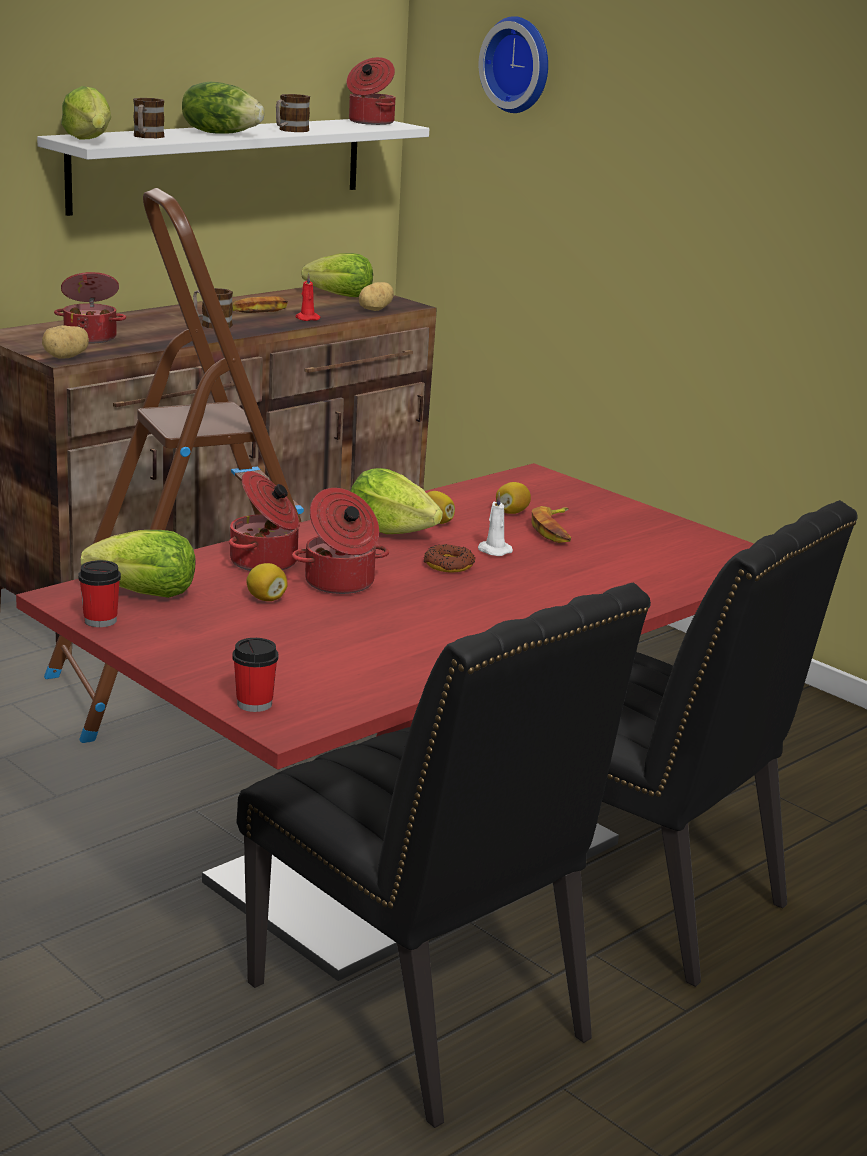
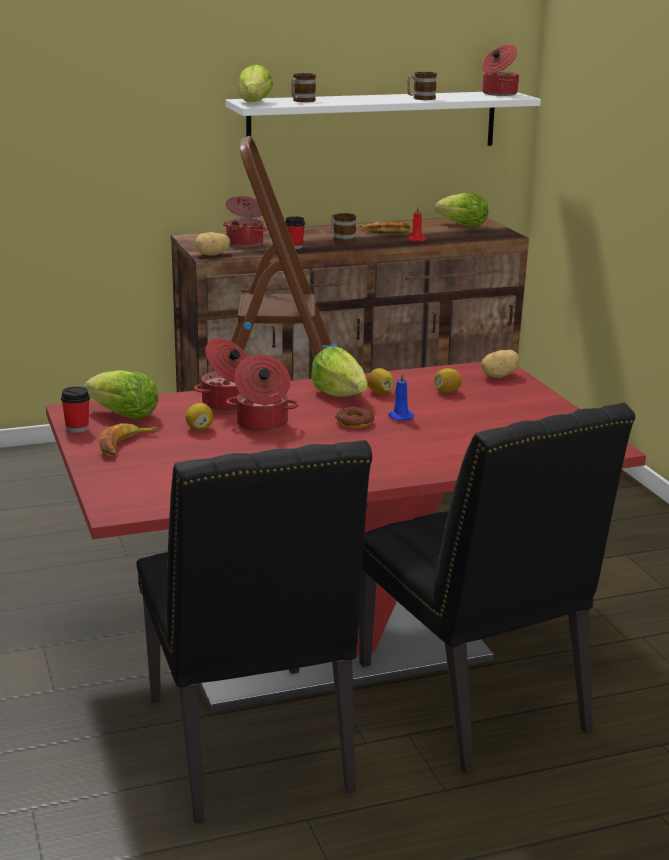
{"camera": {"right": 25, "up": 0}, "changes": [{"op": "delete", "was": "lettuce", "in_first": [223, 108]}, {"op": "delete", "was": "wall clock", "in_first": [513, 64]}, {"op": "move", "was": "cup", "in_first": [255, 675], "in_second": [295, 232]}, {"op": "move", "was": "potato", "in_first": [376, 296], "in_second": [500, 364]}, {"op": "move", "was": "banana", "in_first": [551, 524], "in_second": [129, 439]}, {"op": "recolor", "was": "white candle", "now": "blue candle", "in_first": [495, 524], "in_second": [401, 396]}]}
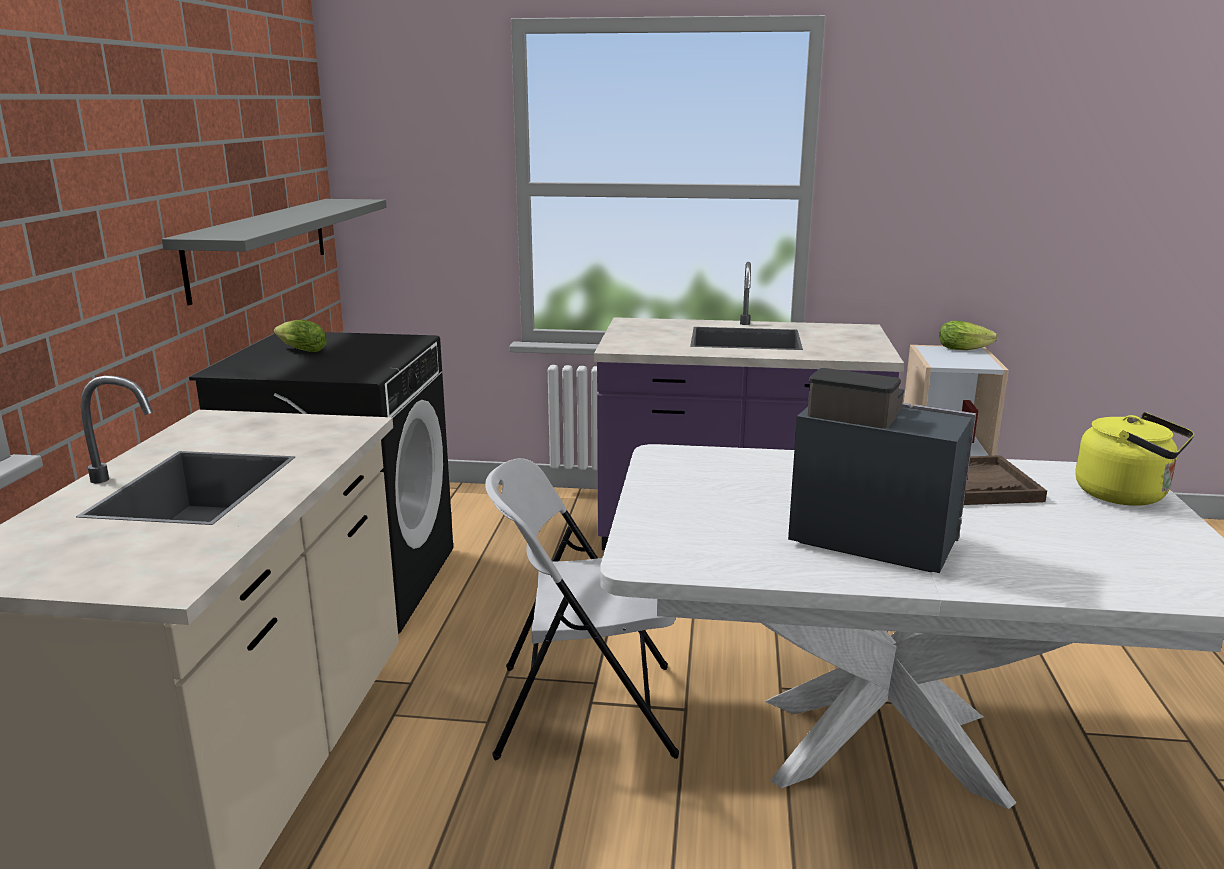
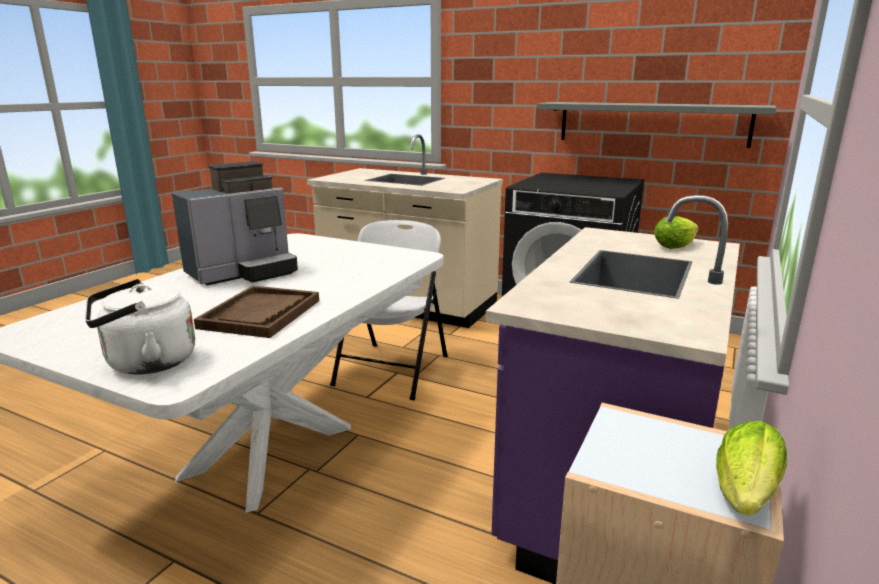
{"camera": {"right": 110, "up": 0}, "changes": [{"op": "move", "was": "lettuce", "in_first": [300, 336], "in_second": [676, 232]}, {"op": "recolor", "was": "yellow kettle", "now": "white kettle", "in_first": [1134, 459], "in_second": [140, 327]}]}
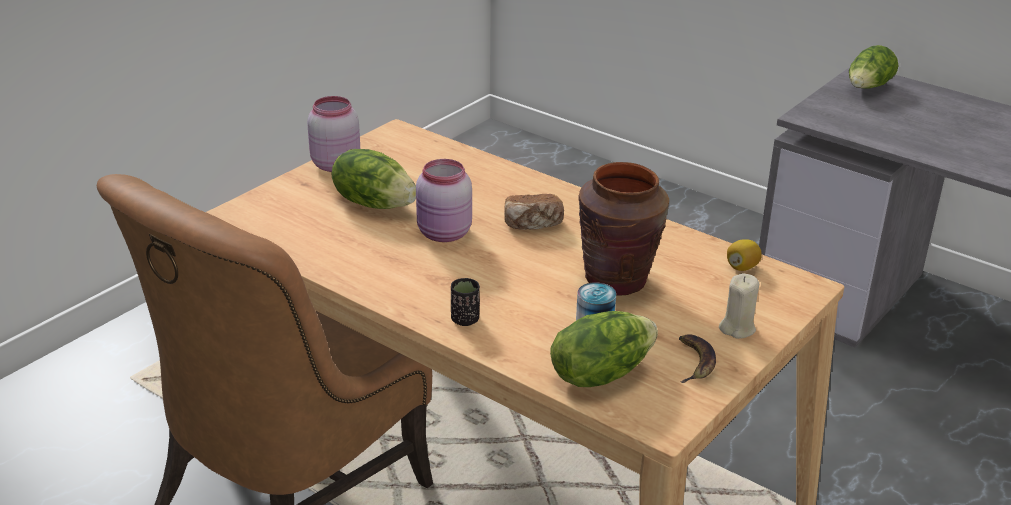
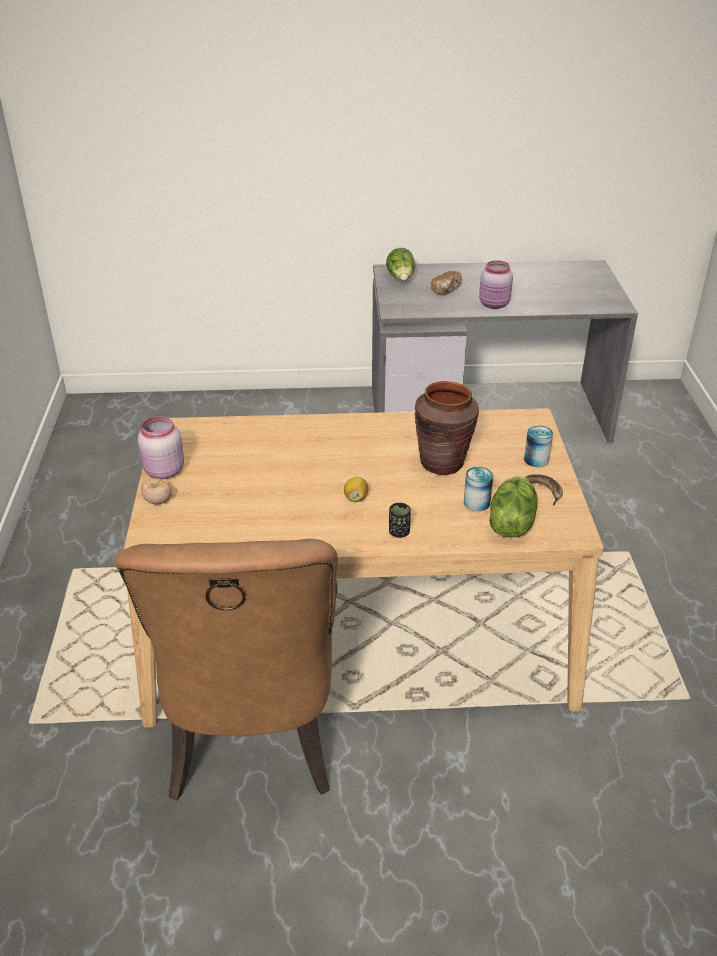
{"camera": {"right": -40, "up": 5}, "changes": [{"op": "delete", "was": "lettuce", "in_first": [373, 179]}, {"op": "insert", "now": "tomato", "in_second": [156, 491]}, {"op": "move", "was": "pink jar", "in_first": [444, 200], "in_second": [496, 284]}, {"op": "move", "was": "bread", "in_first": [534, 212], "in_second": [446, 283]}, {"op": "move", "was": "lemon", "in_first": [744, 255], "in_second": [356, 489]}, {"op": "replace", "was": "beige candle", "now": "can", "in_first": [739, 306], "in_second": [538, 446]}]}
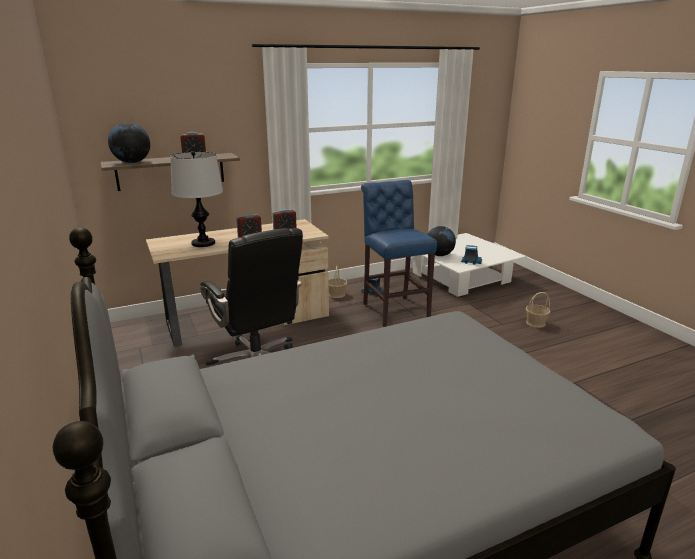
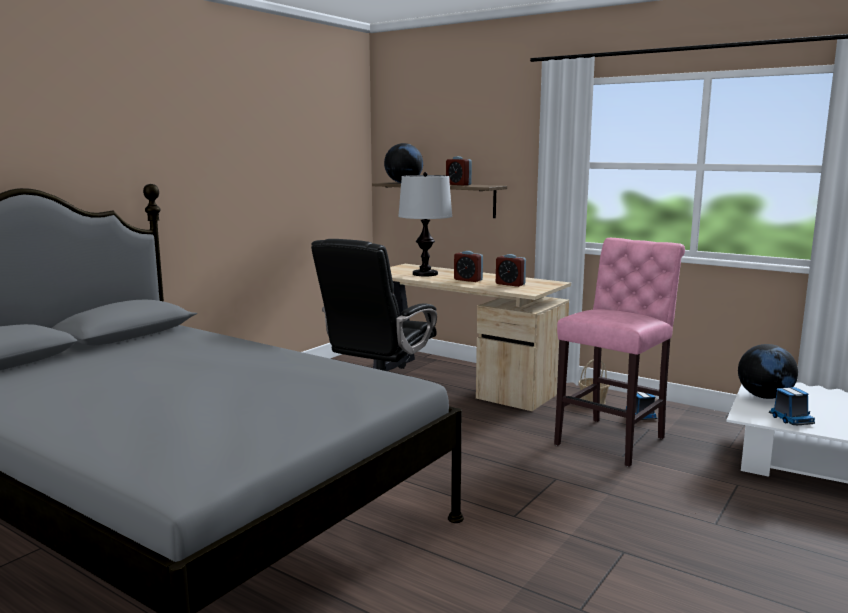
{"camera": {"right": 60, "up": -10}, "changes": [{"op": "delete", "was": "basket", "in_first": [538, 310]}, {"op": "recolor", "was": "blue stool", "now": "pink stool", "in_first": [399, 253], "in_second": [619, 352]}]}
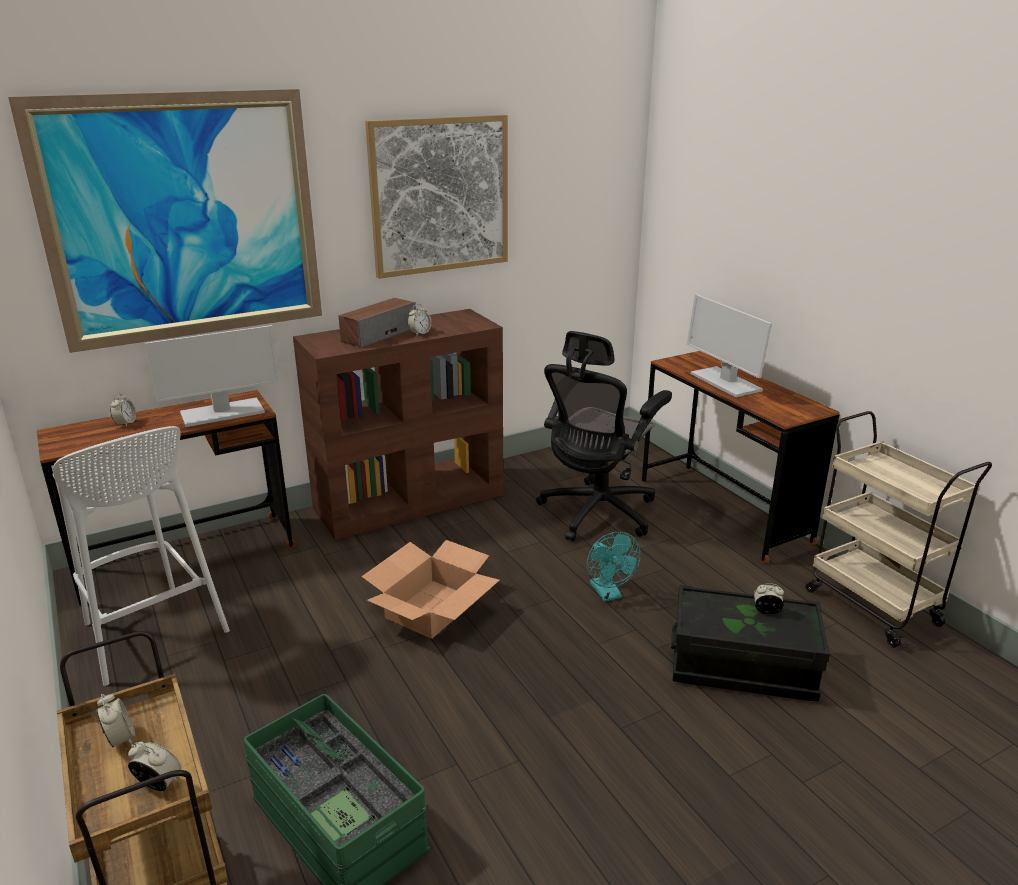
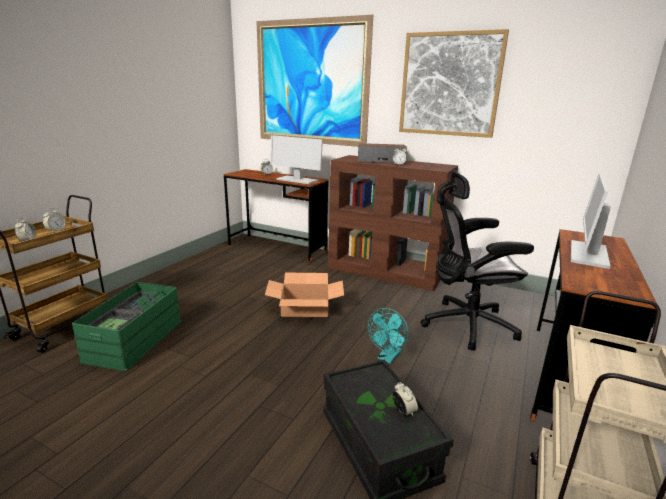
{"camera": {"right": 55, "up": -5}, "changes": [{"op": "delete", "was": "white stool", "in_first": [141, 556]}]}
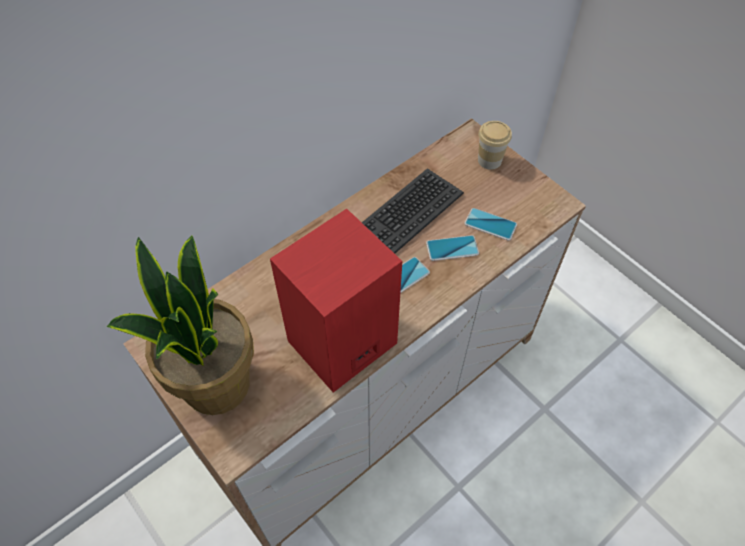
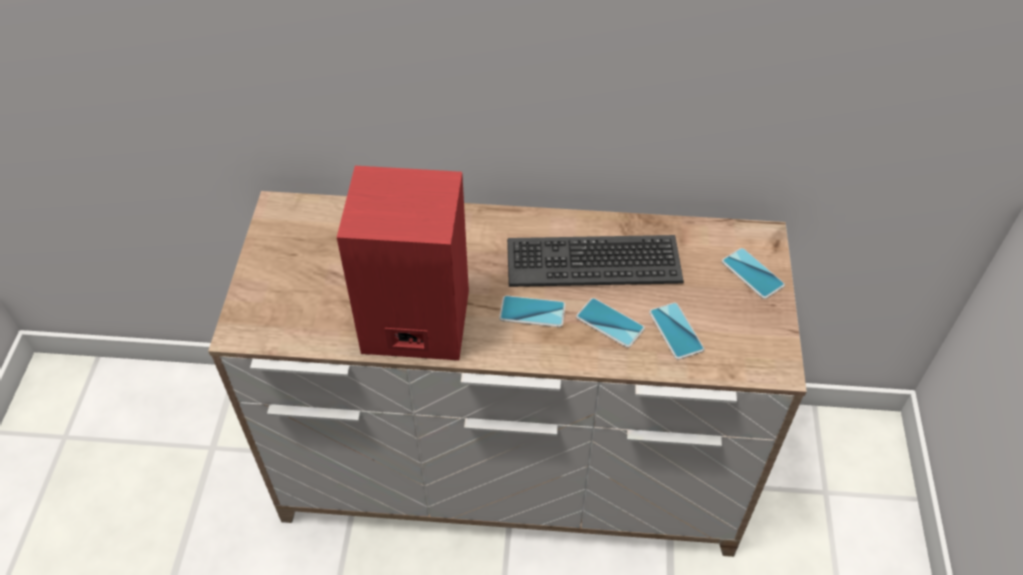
{"camera": {"right": 45, "up": -5}, "changes": [{"op": "delete", "was": "potted plant", "in_first": [180, 325]}, {"op": "replace", "was": "cup", "now": "phone", "in_first": [495, 145], "in_second": [753, 273]}]}
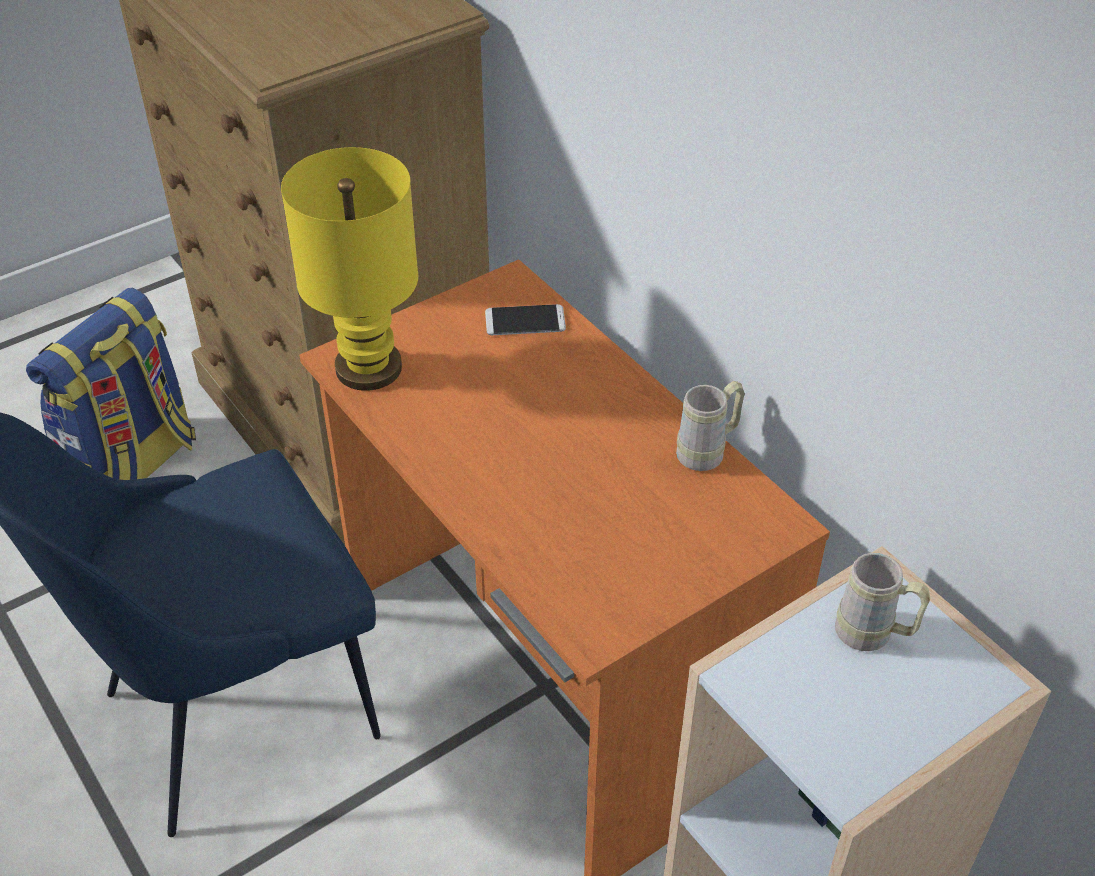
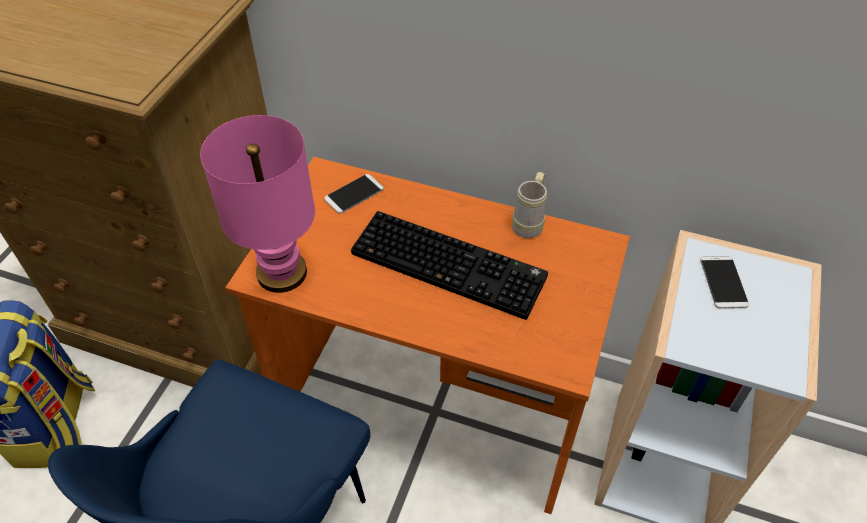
{"camera": {"right": -35, "up": 5}, "changes": [{"op": "insert", "now": "keyboard", "in_second": [449, 265]}, {"op": "replace", "was": "beige mug", "now": "phone", "in_first": [882, 602], "in_second": [724, 282]}, {"op": "recolor", "was": "yellow table lamp", "now": "pink table lamp", "in_first": [349, 269], "in_second": [257, 204]}]}
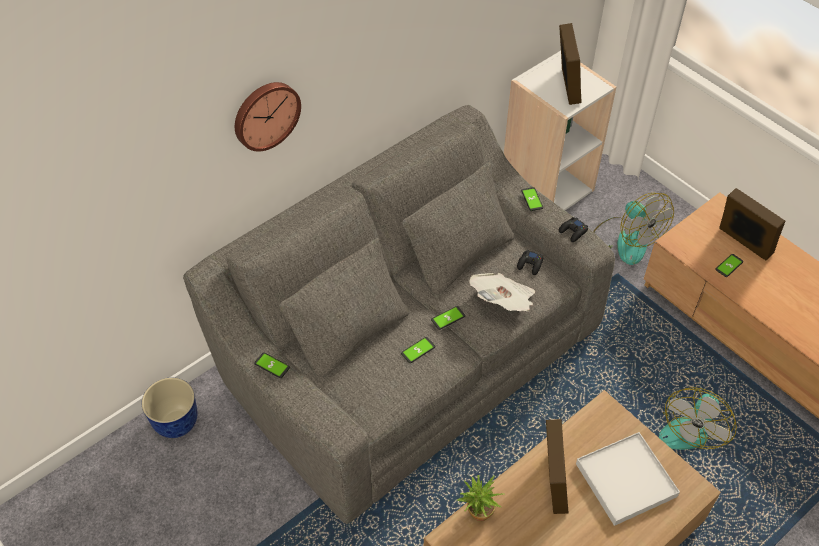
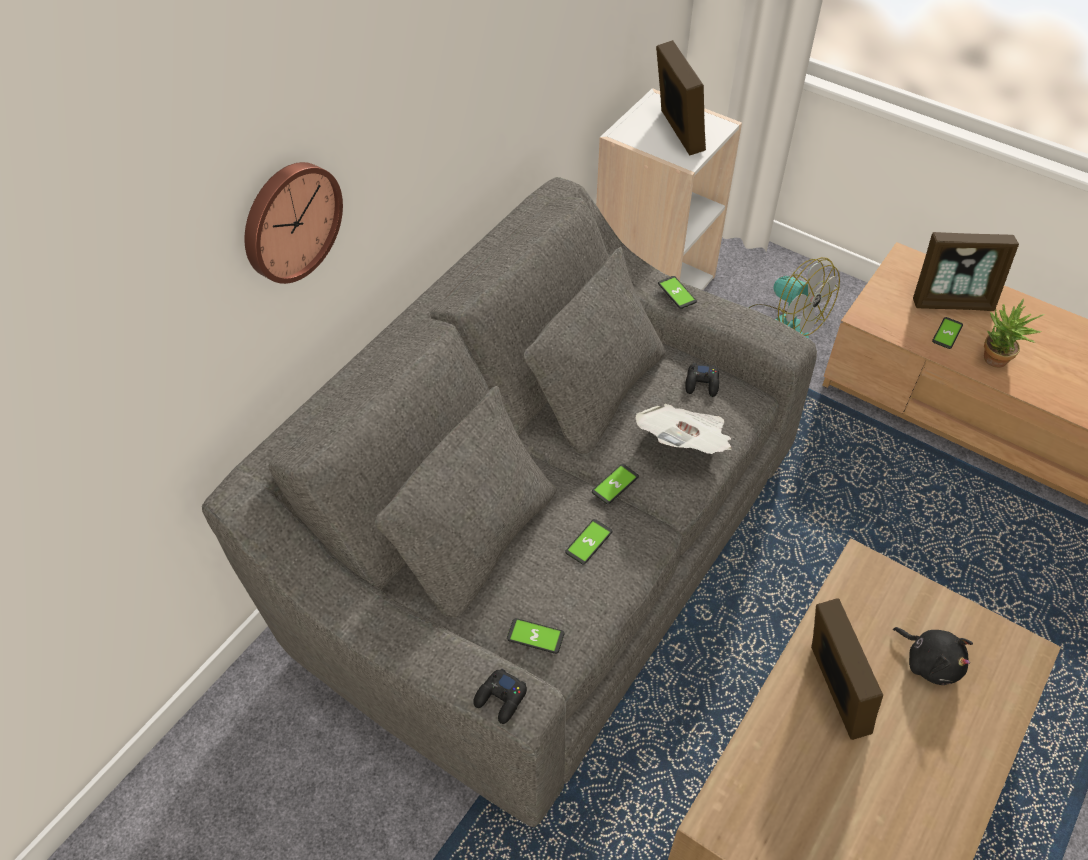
{"camera": {"right": -15, "up": 0}, "changes": [{"op": "delete", "was": "planter", "in_first": [170, 408]}, {"op": "delete", "was": "fan", "in_first": [698, 418]}, {"op": "move", "was": "phone", "in_first": [272, 365], "in_second": [535, 636]}, {"op": "move", "was": "potted plant", "in_first": [480, 498], "in_second": [1014, 333]}, {"op": "move", "was": "black game controller", "in_first": [573, 229], "in_second": [500, 696]}, {"op": "replace", "was": "white tray", "now": "black plush toy", "in_first": [628, 479], "in_second": [933, 656]}, {"op": "rotate", "was": "picture frame", "in_first": [752, 224], "in_second": [966, 271], "clockwise": 150}]}
